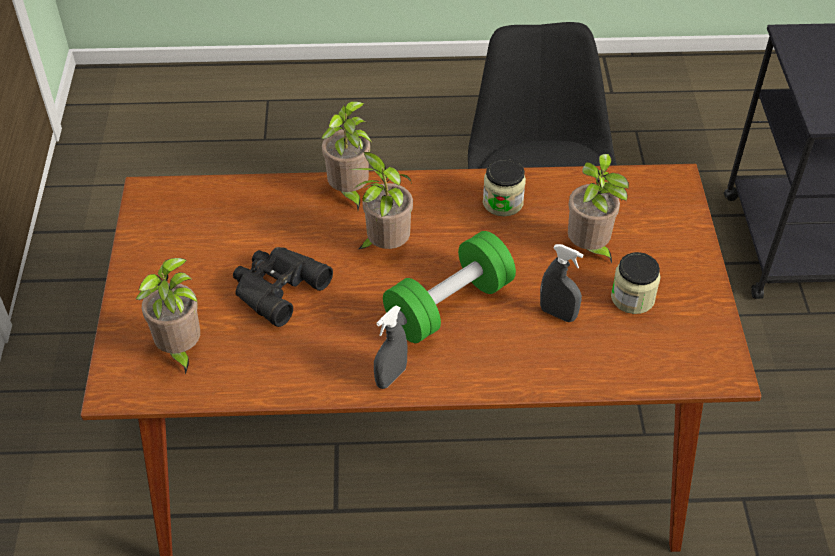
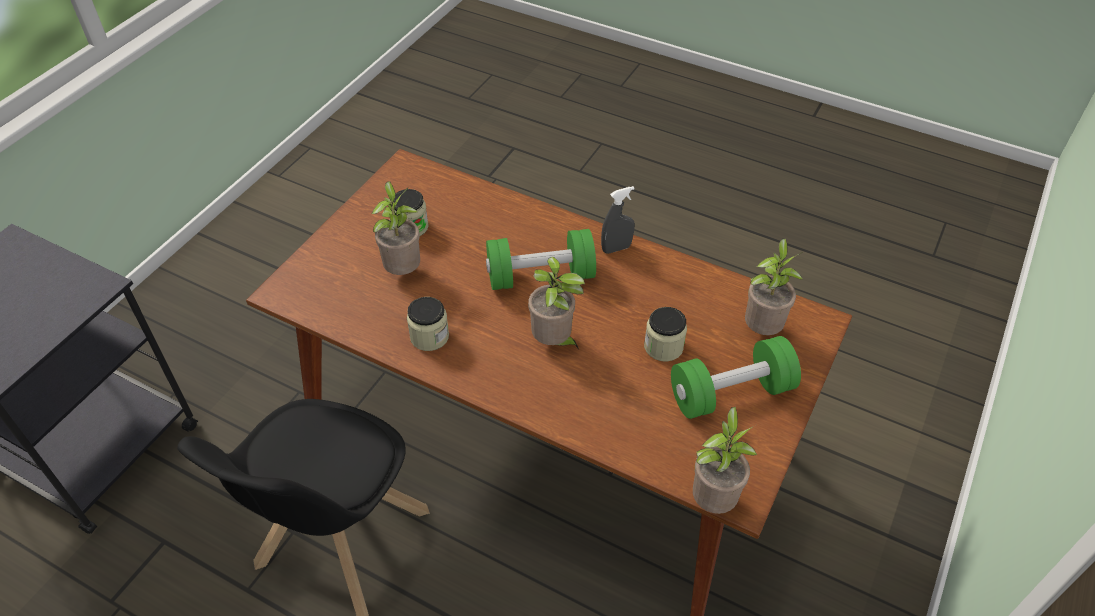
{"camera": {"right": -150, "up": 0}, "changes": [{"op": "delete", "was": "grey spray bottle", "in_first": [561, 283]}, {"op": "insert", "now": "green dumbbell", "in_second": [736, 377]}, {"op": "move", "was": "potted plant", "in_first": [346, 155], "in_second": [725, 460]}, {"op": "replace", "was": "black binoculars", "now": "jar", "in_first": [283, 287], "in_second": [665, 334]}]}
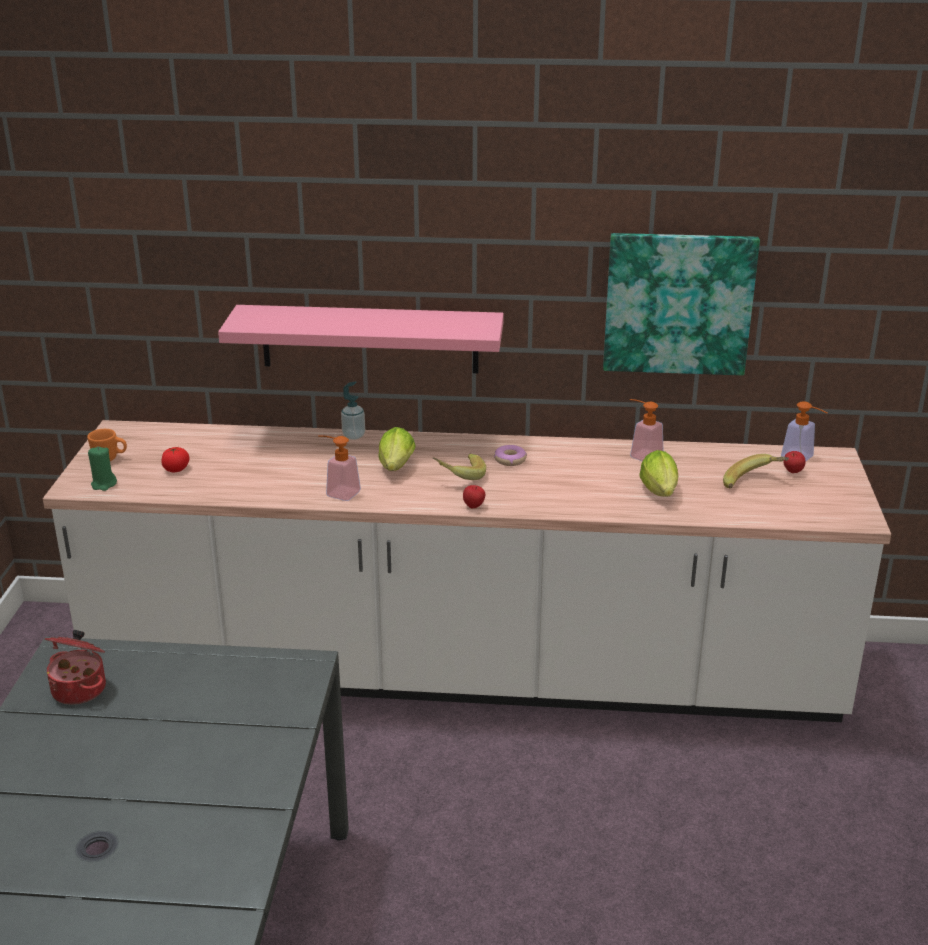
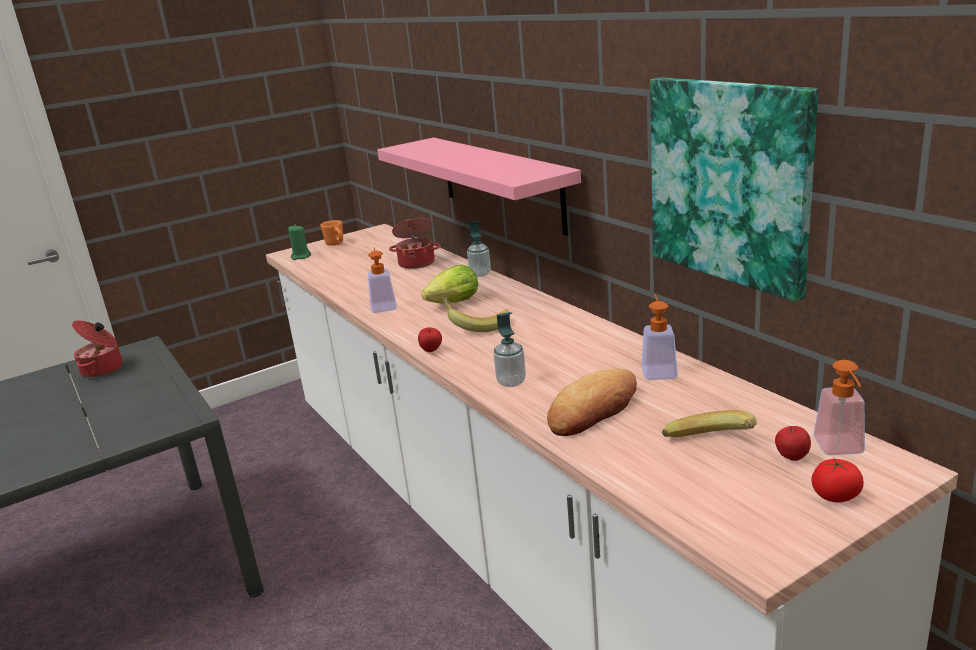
{"camera": {"right": 55, "up": -5}, "changes": [{"op": "delete", "was": "donut", "in_first": [510, 455]}, {"op": "insert", "now": "cooking pot", "in_second": [415, 243]}, {"op": "insert", "now": "soap dispenser", "in_second": [509, 349]}, {"op": "move", "was": "tomato", "in_first": [175, 459], "in_second": [838, 481]}, {"op": "replace", "was": "lettuce", "now": "bread", "in_first": [658, 473], "in_second": [592, 402]}]}
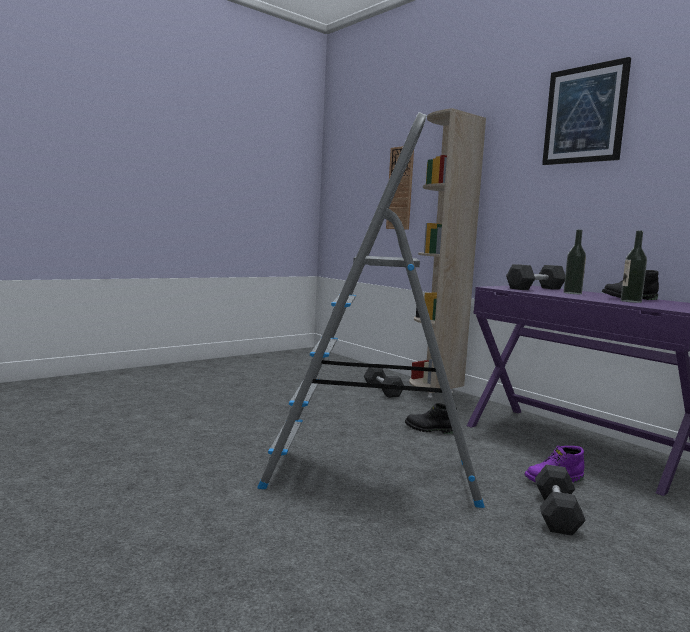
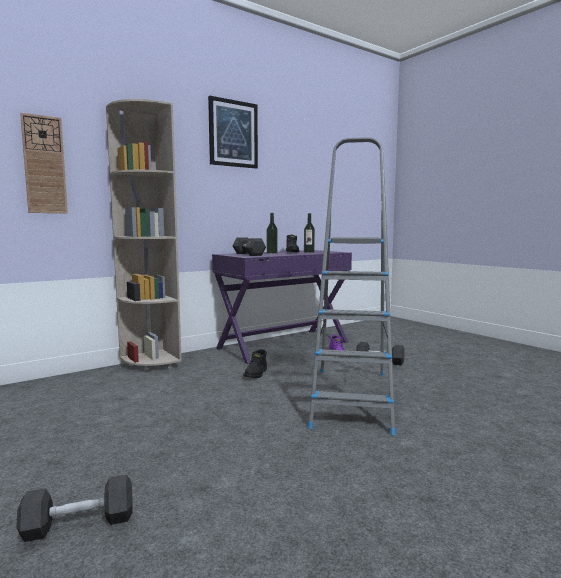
{"camera": {"right": -85, "up": 0}, "changes": [{"op": "move", "was": "grey dumbbell", "in_first": [384, 382], "in_second": [75, 508]}]}
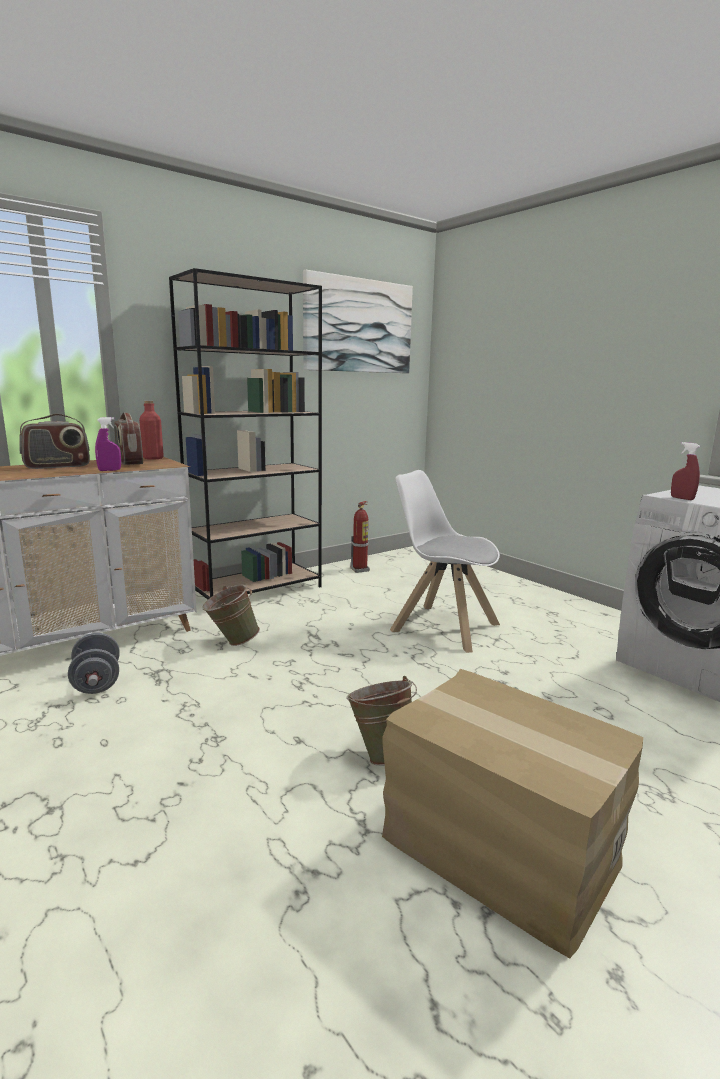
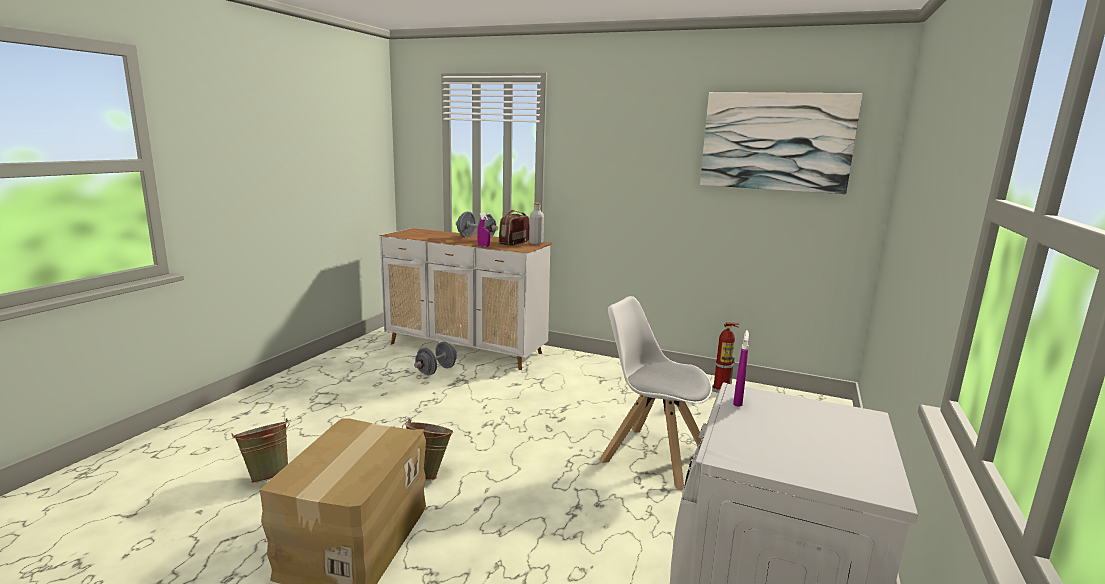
{"camera": {"right": 60, "up": 0}, "changes": [{"op": "delete", "was": "beige bookcase", "in_first": [245, 433]}, {"op": "move", "was": "green bucket", "in_first": [231, 615], "in_second": [260, 450]}, {"op": "replace", "was": "radio", "now": "grey dumbbell", "in_first": [54, 441], "in_second": [477, 224]}, {"op": "recolor", "was": "red bottle", "now": "grey bottle", "in_first": [151, 430], "in_second": [536, 224]}, {"op": "recolor", "was": "red spray bottle", "now": "purple spray bottle", "in_first": [685, 471], "in_second": [741, 368]}, {"op": "rotate", "was": "chair", "in_first": [445, 561], "in_second": [655, 393], "clockwise": -60}]}
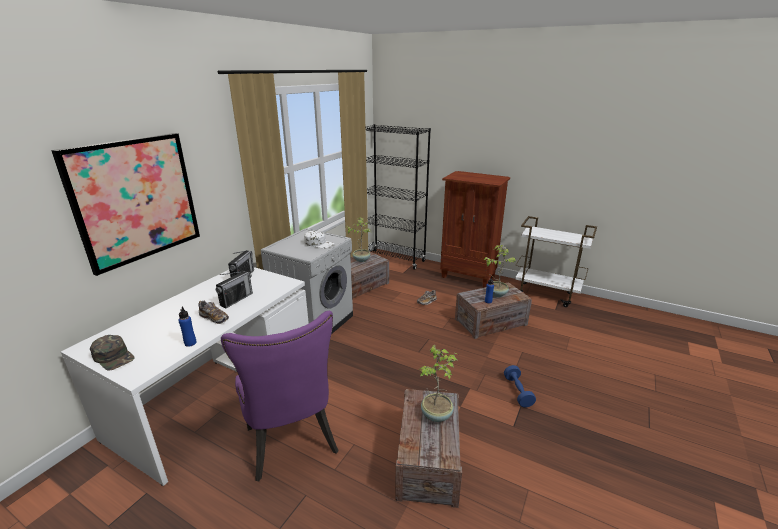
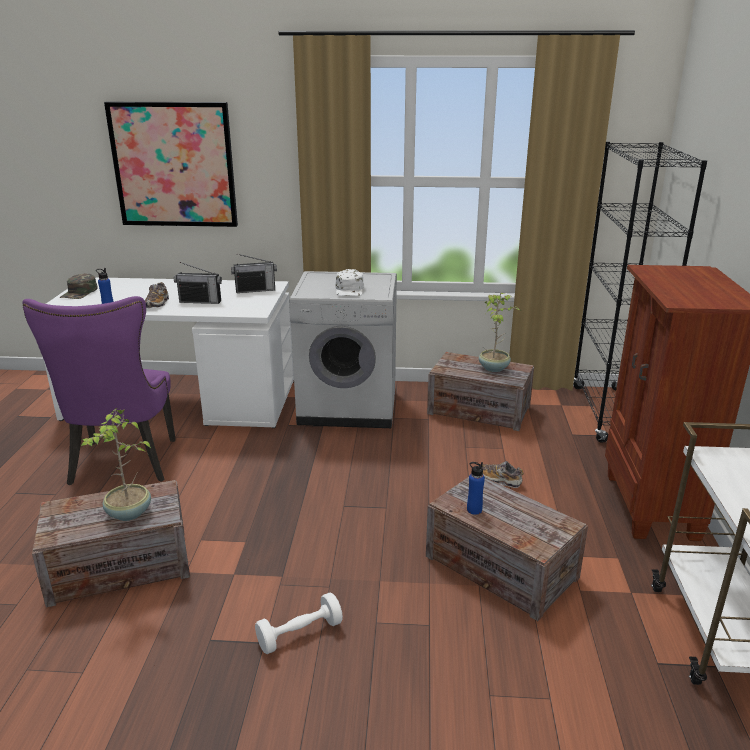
{"camera": {"right": 65, "up": 0}, "changes": [{"op": "delete", "was": "potted plant", "in_first": [499, 271]}, {"op": "recolor", "was": "blue dumbbell", "now": "white dumbbell", "in_first": [520, 386], "in_second": [299, 623]}, {"op": "rotate", "was": "purple chair", "in_first": [280, 396], "in_second": [99, 391], "clockwise": -45}]}
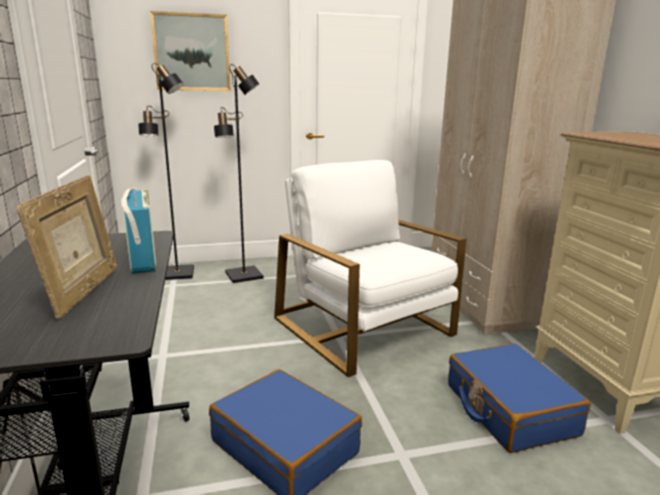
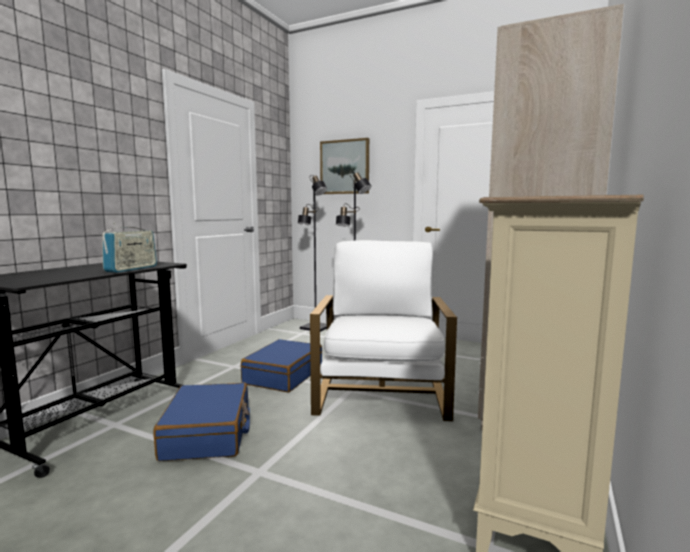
{"camera": {"right": 40, "up": -10}, "changes": [{"op": "delete", "was": "picture frame", "in_first": [67, 247]}, {"op": "move", "was": "blue suitcase", "in_first": [519, 398], "in_second": [281, 365]}]}
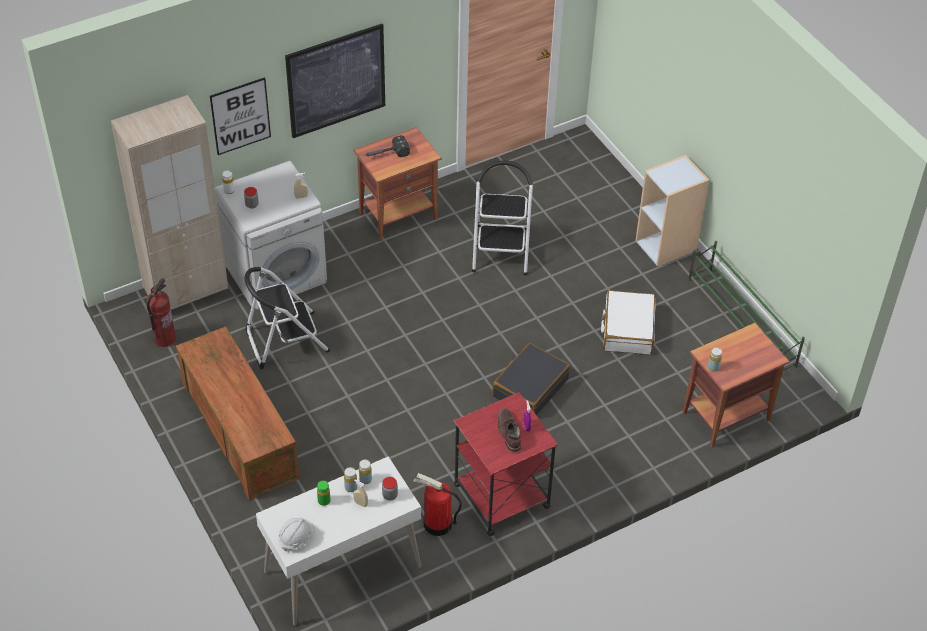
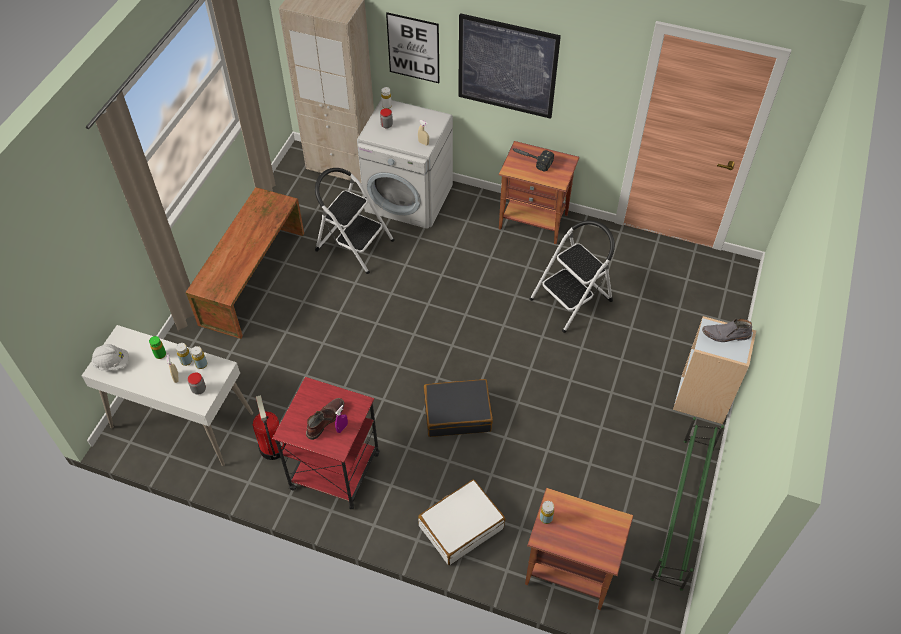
{"camera": {"right": 50, "up": 5}, "changes": [{"op": "delete", "was": "fire extinguisher", "in_first": [161, 312]}, {"op": "insert", "now": "grey boot", "in_second": [727, 330]}, {"op": "move", "was": "white suitcase", "in_first": [628, 322], "in_second": [461, 522]}]}
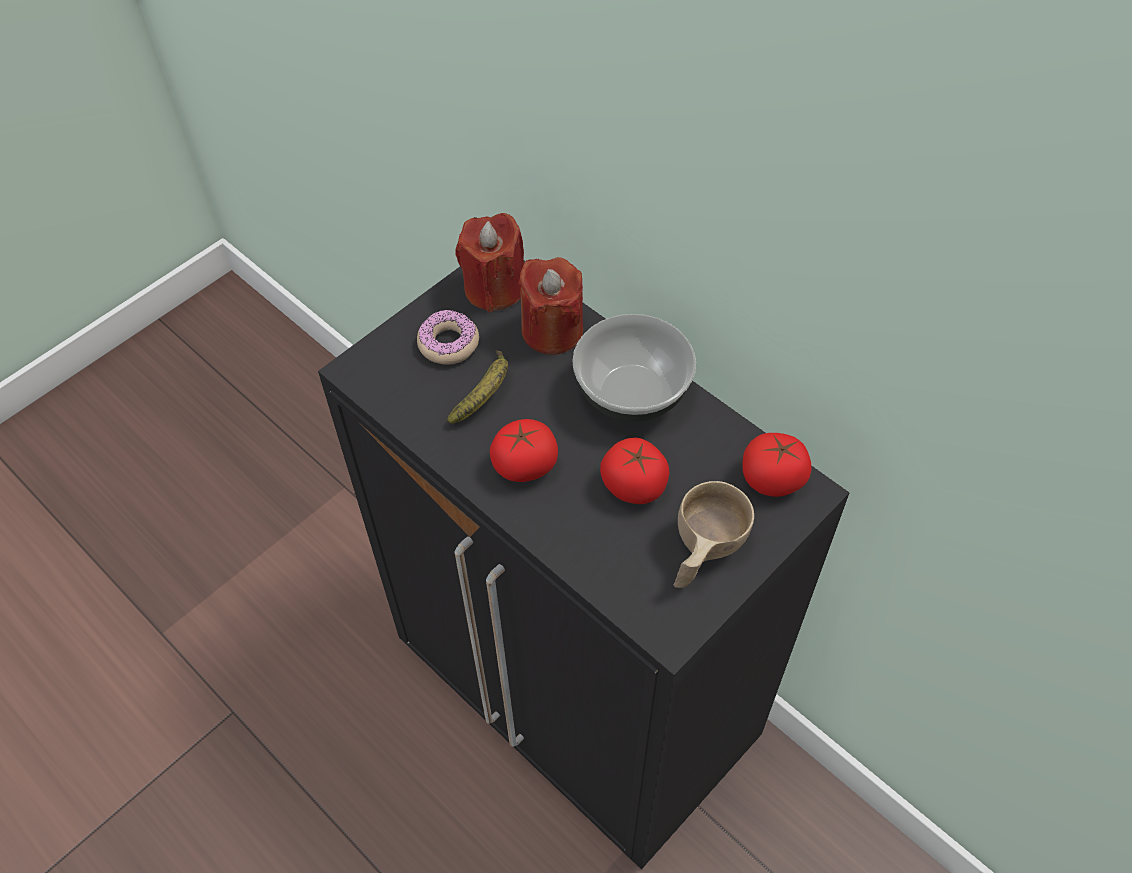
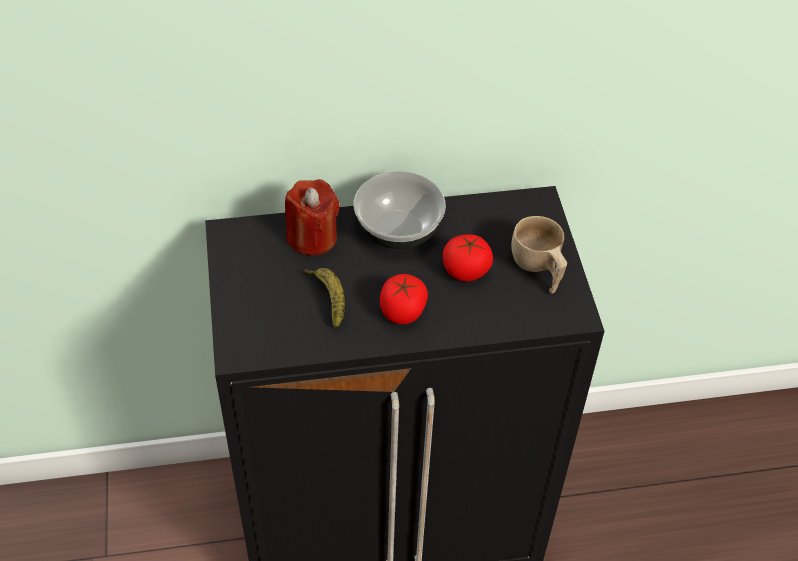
{"camera": {"right": -55, "up": -5}, "changes": [{"op": "delete", "was": "donut", "in_first": [448, 337]}, {"op": "delete", "was": "red candle", "in_first": [489, 262]}, {"op": "delete", "was": "tomato", "in_first": [776, 465]}]}
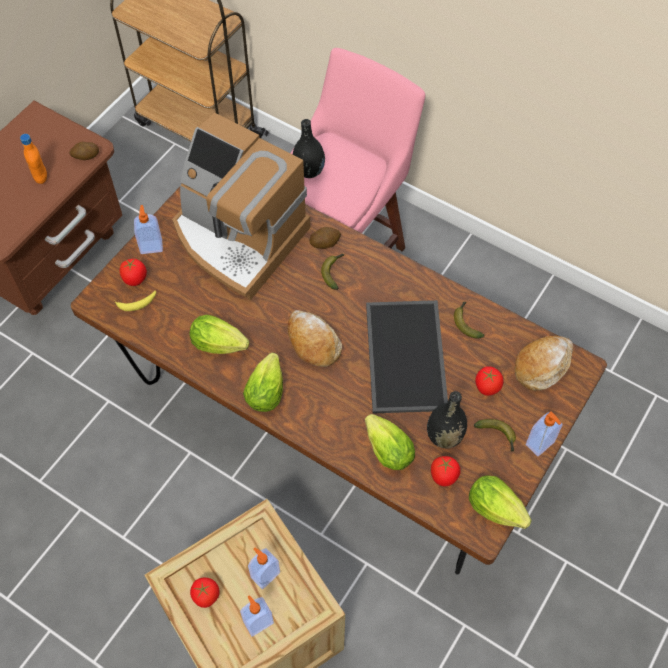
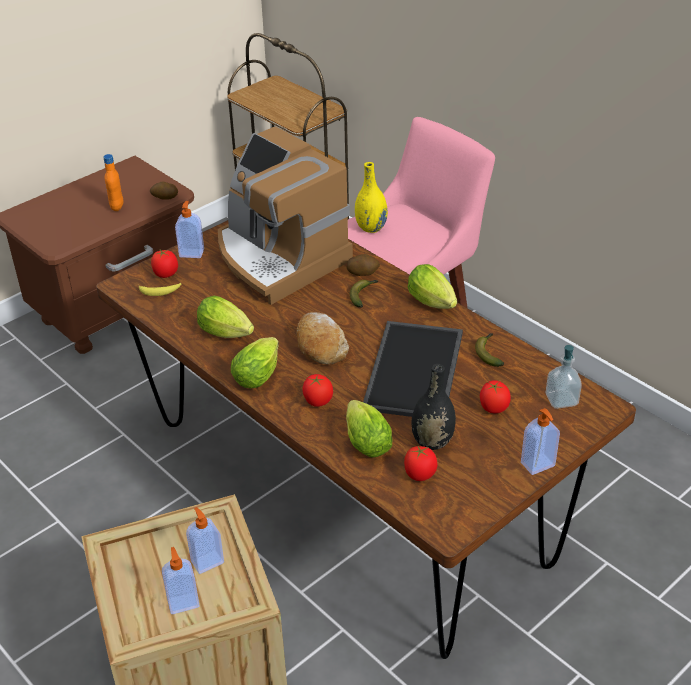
{"camera": {"right": 15, "up": -20}, "changes": [{"op": "delete", "was": "banana", "in_first": [495, 435]}, {"op": "move", "was": "tomato", "in_first": [205, 593], "in_second": [317, 390]}, {"op": "move", "was": "lettuce", "in_first": [500, 502], "in_second": [432, 286]}, {"op": "replace", "was": "bread", "now": "soap dispenser", "in_first": [543, 363], "in_second": [563, 377]}, {"op": "recolor", "was": "black vase", "now": "yellow vase", "in_first": [309, 148], "in_second": [371, 197]}]}
